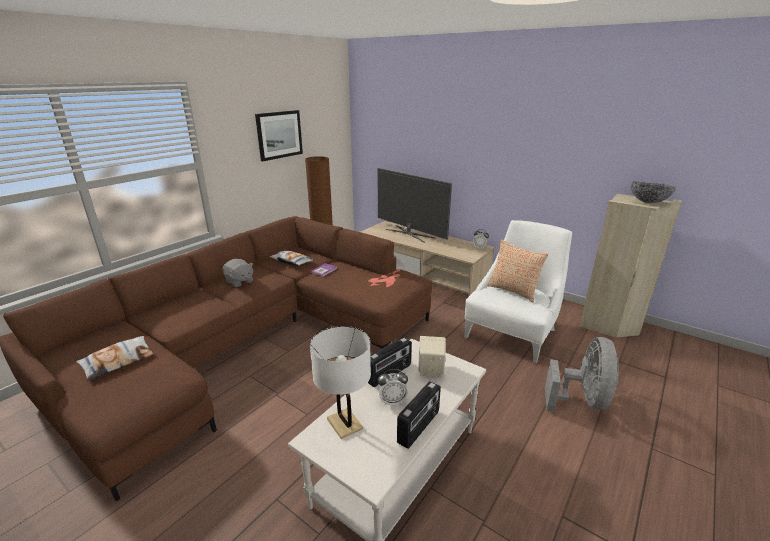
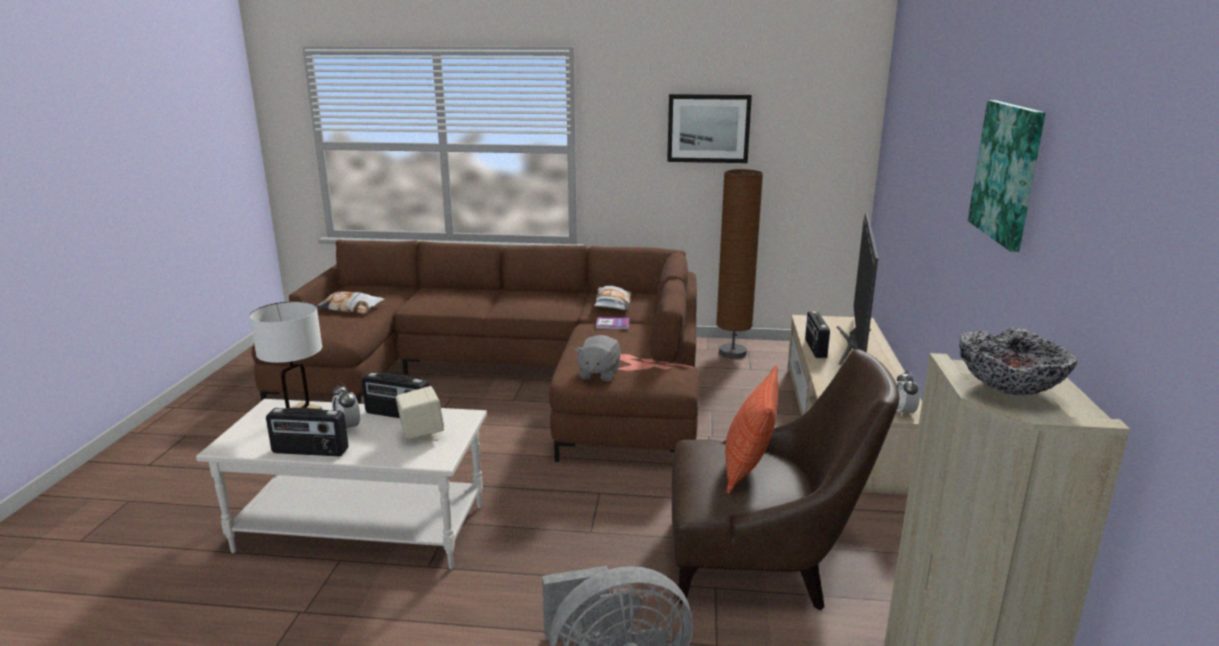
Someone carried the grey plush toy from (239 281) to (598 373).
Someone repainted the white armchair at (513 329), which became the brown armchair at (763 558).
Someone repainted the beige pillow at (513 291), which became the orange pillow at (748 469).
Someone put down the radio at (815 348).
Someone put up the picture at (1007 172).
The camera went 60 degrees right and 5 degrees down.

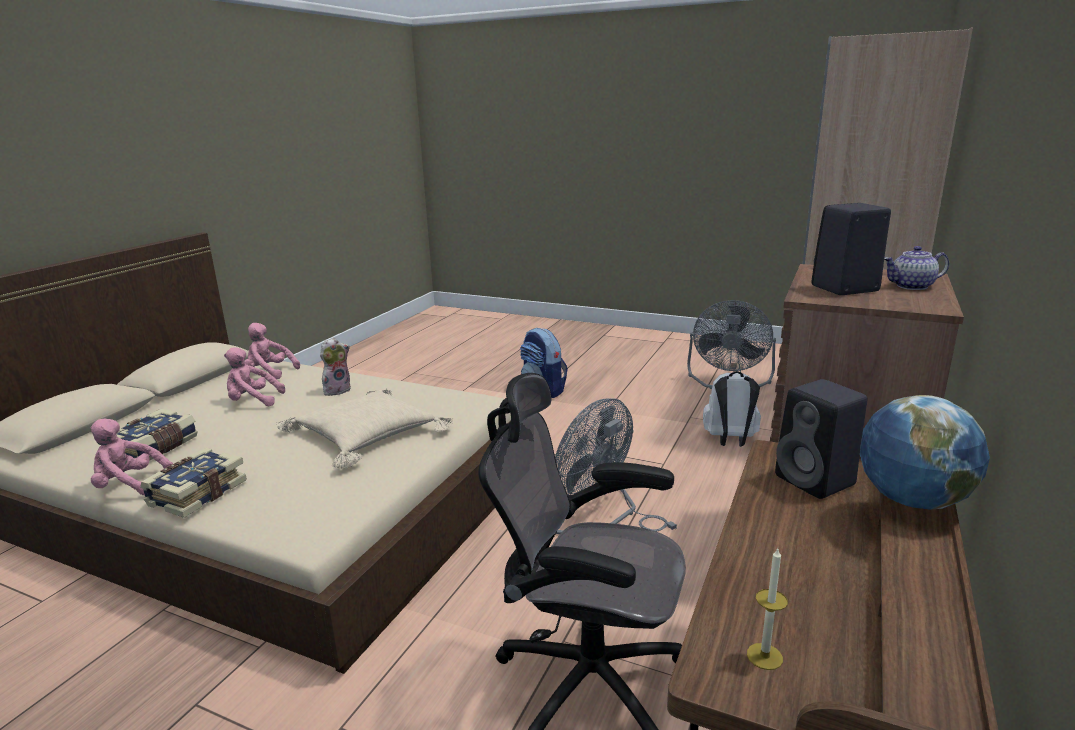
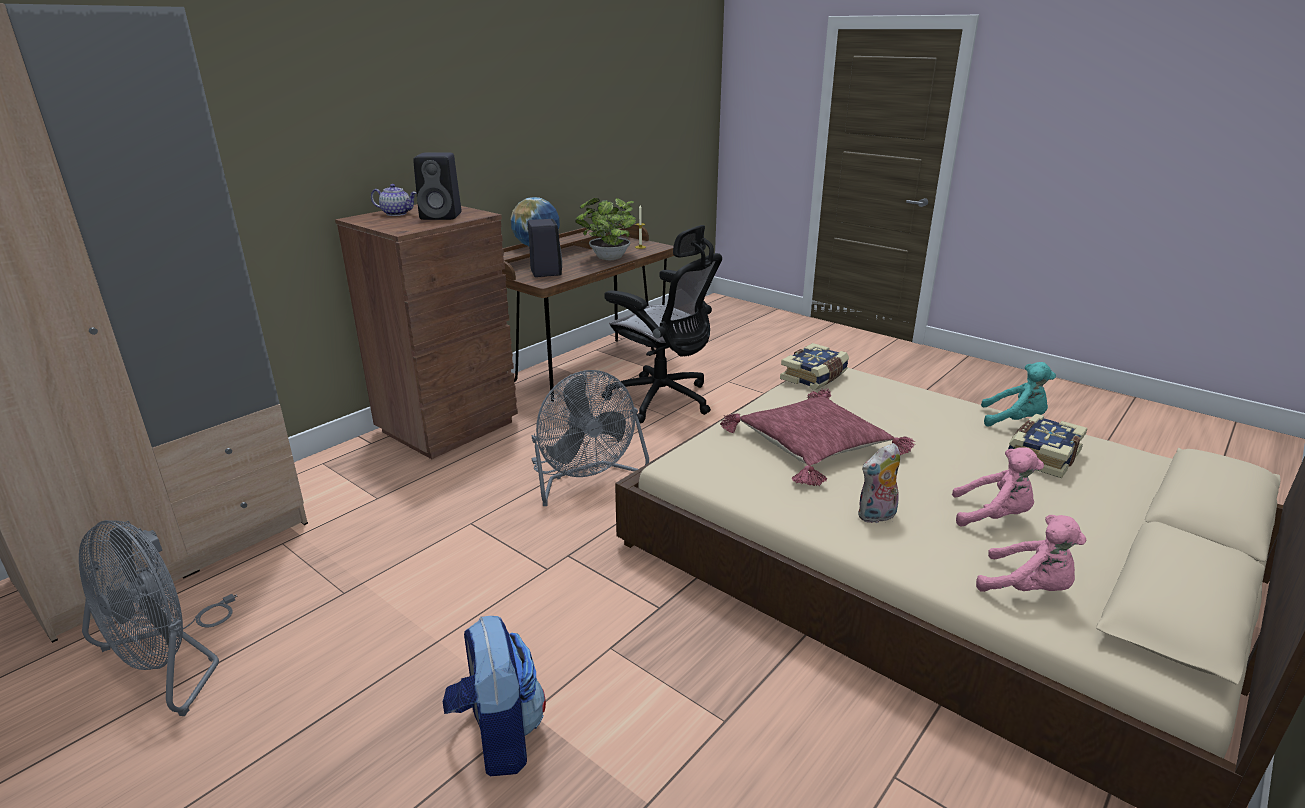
Someone repainted the pink plush toy at (130 485), which became the turquoise plush toy at (1014 420).
Someone carried the book from (196 493) to (815 377).
Someone repainted the beige pillow at (366 432), which became the red pillow at (813 441).
Someone took away the white backpack at (730 441).
Someone put down the potted plant at (608 259).
The camera went 165 degrees left and 5 degrees up.

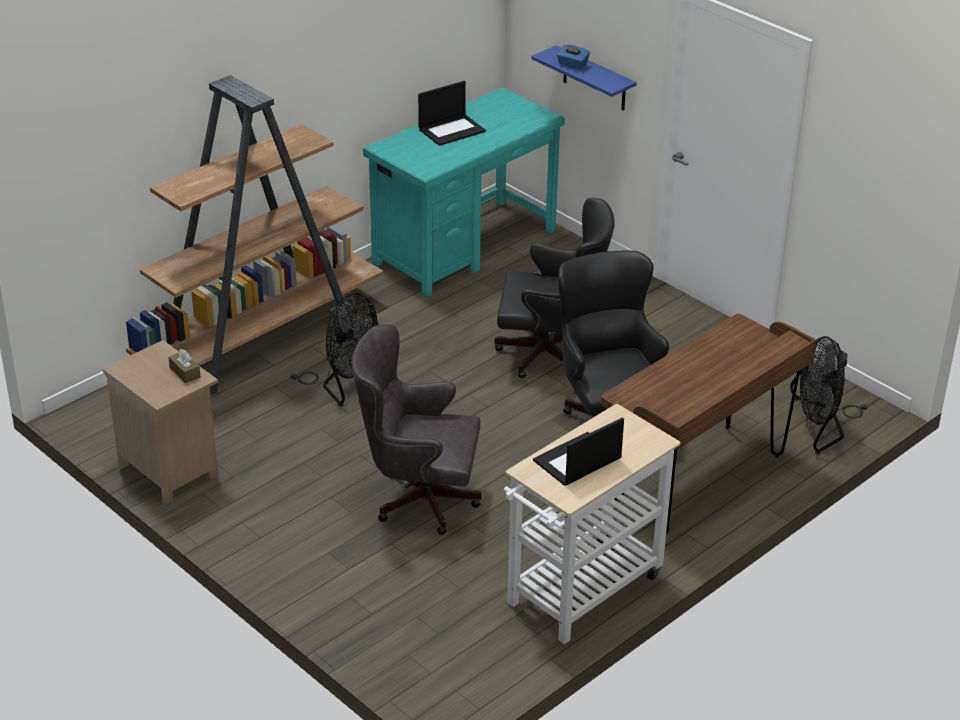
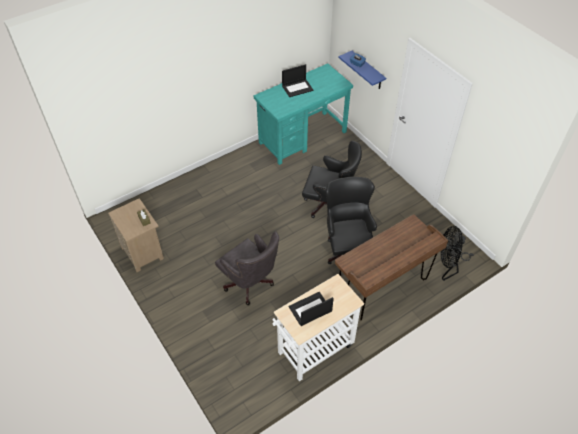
Someone took away the brown bookcase at (261 340).
Someone took away the black fan at (344 379).
Someone rotated the grey office chair at (419 501) by 150 degrees counterclockwise.
The camera went 10 degrees right and 15 degrees up.

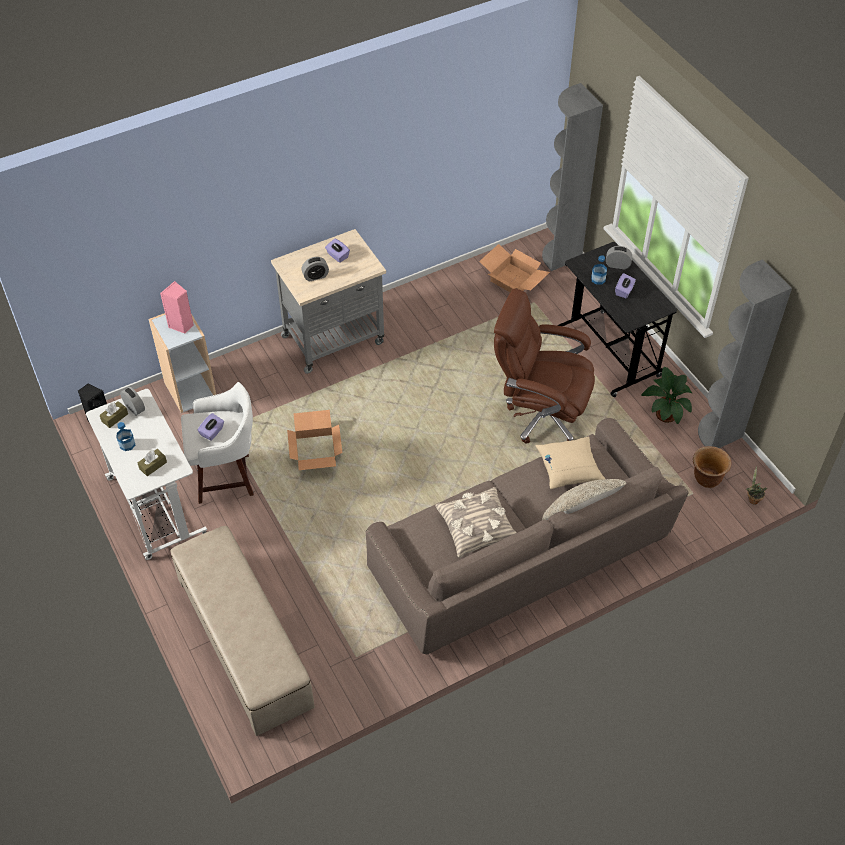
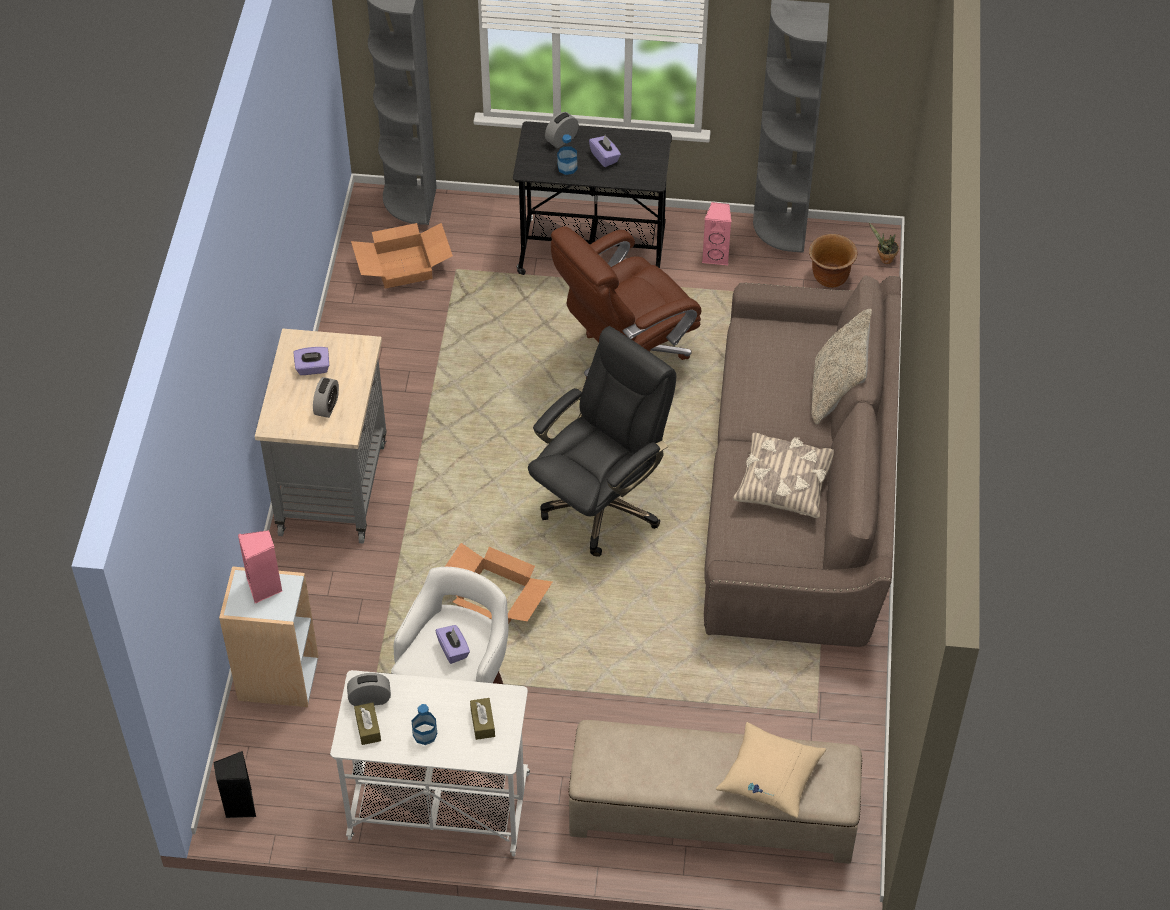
Someone carried the beige pillow from (569 469) to (770 777).
Someone swapped the potted plant at (665 412) for the pink speaker at (716 256).
Someone put down the black office chair at (600 509).
The camera went 55 degrees left and 0 degrees up.

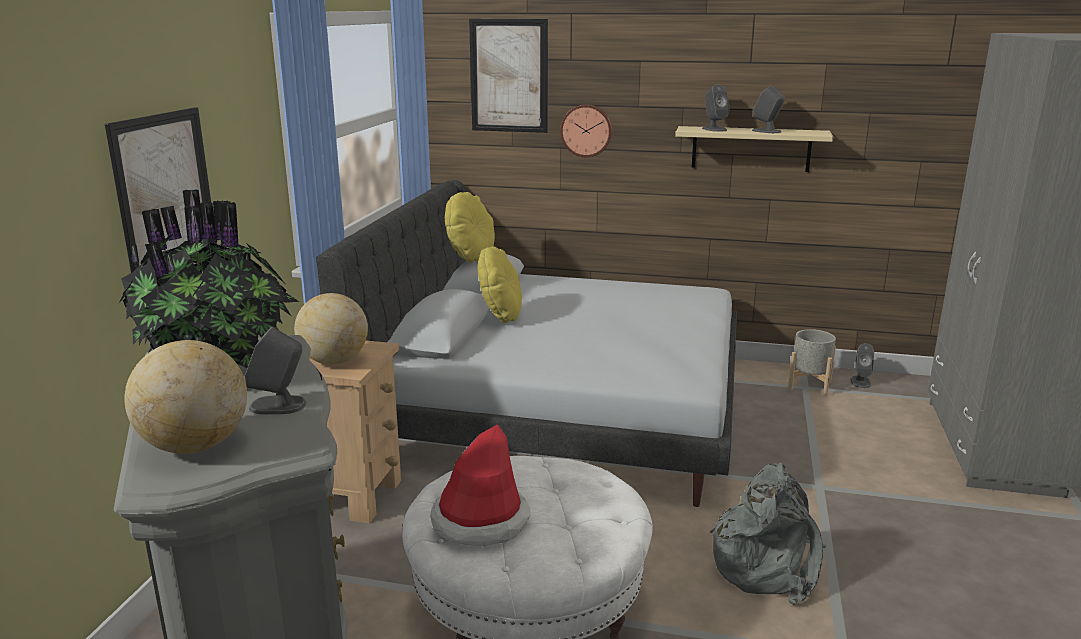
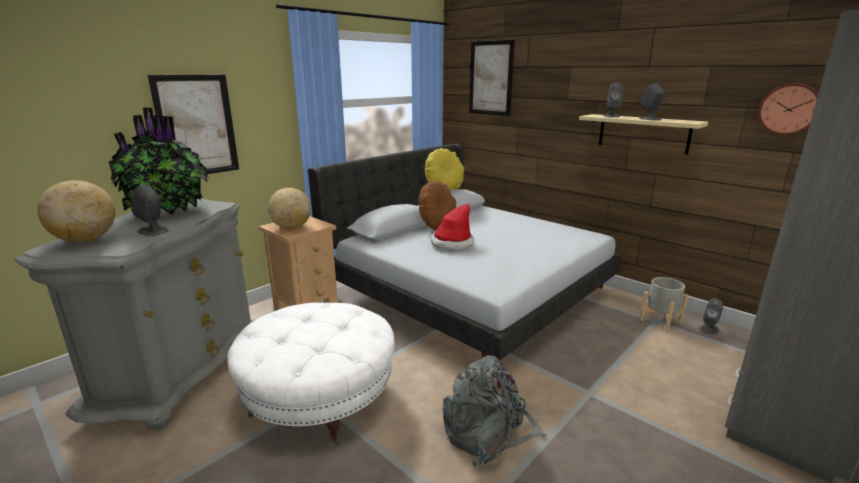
Someone carried the hat from (480 521) to (452 244).
Someone repainted the yellow pillow at (500 317), which became the brown pillow at (437 226).
Someone carried the wall clock from (586 130) to (789 109).
The camera went 30 degrees right and 0 degrees up.

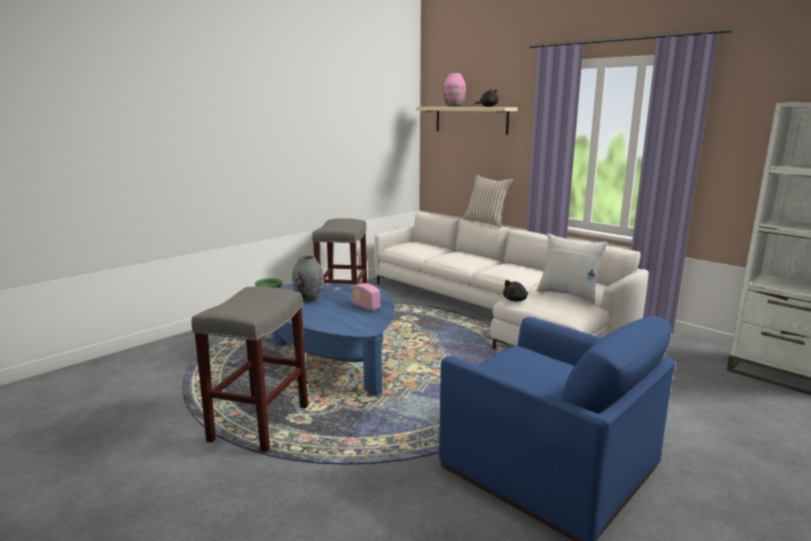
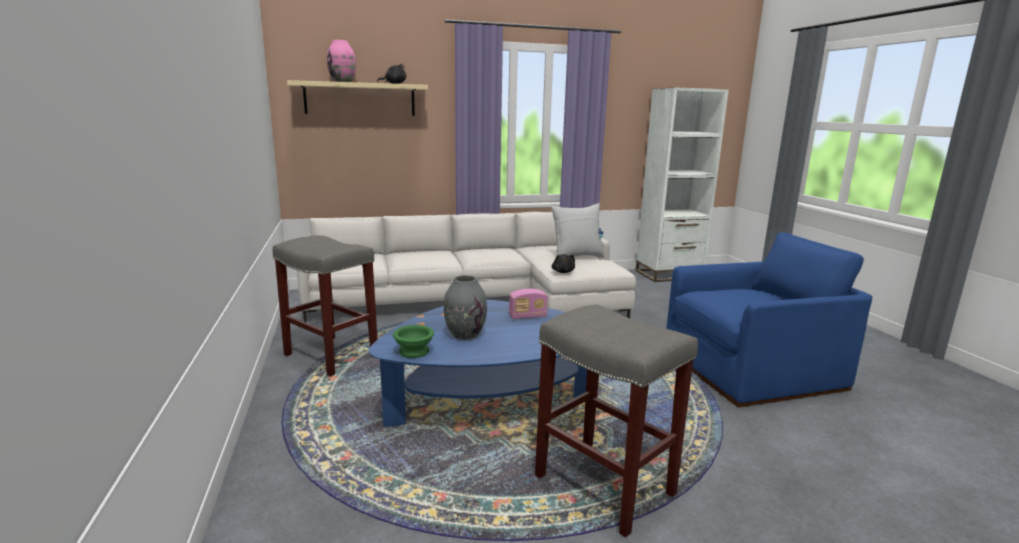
Someone took away the beige pillow at (486 222).
The camera went 60 degrees left and 0 degrees up.

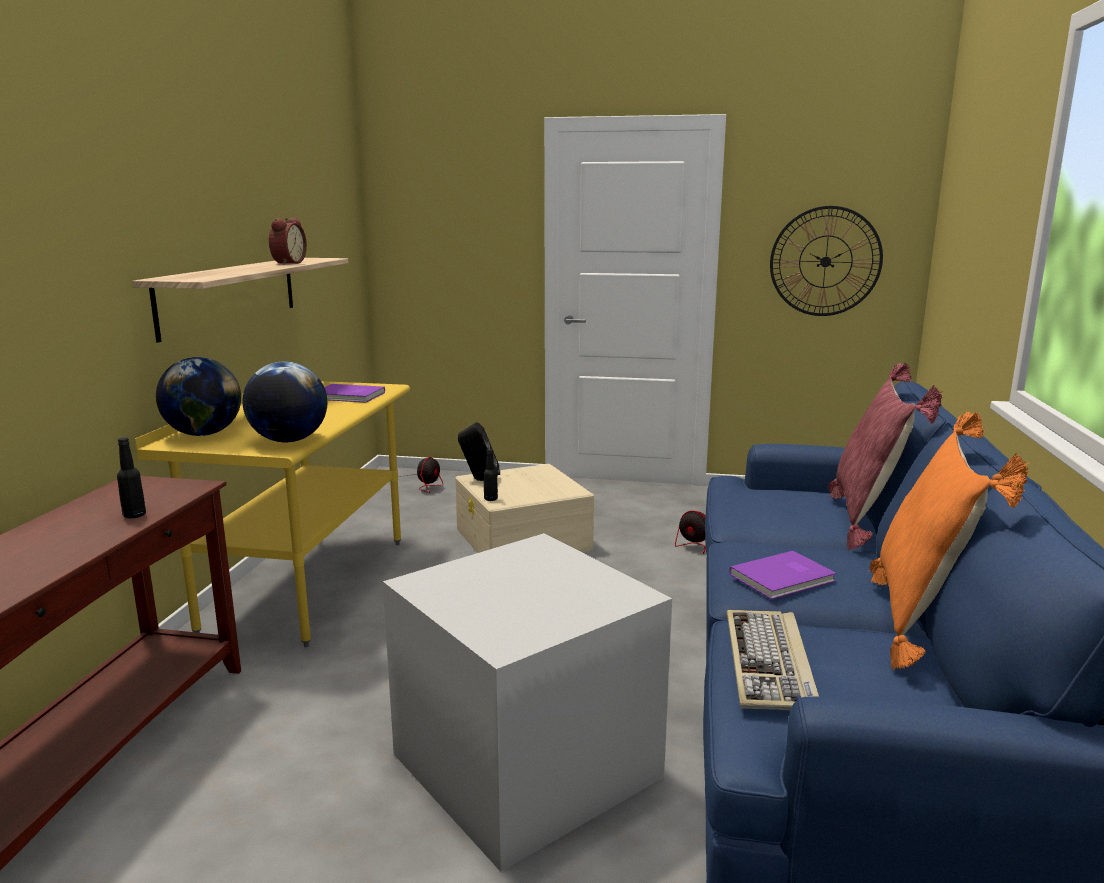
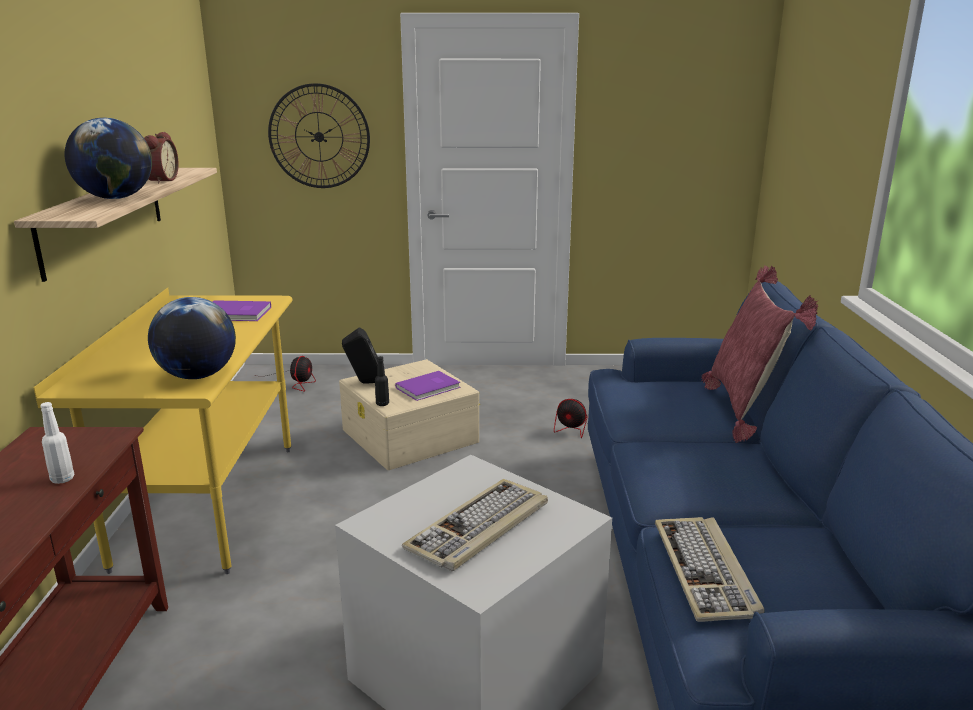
Someone repainted the black bottle at (134 515), which became the white bottle at (62 479).
Someone carried the globe from (203 434) to (115 198).
Someone carried the purple book from (784 578) to (429 388).
Someone carried the wall clock from (825 261) to (319 136).
Someone took away the orange pillow at (923 630).
Someone put down the keyboard at (479 528).
The camera went 10 degrees left and 5 degrees up.

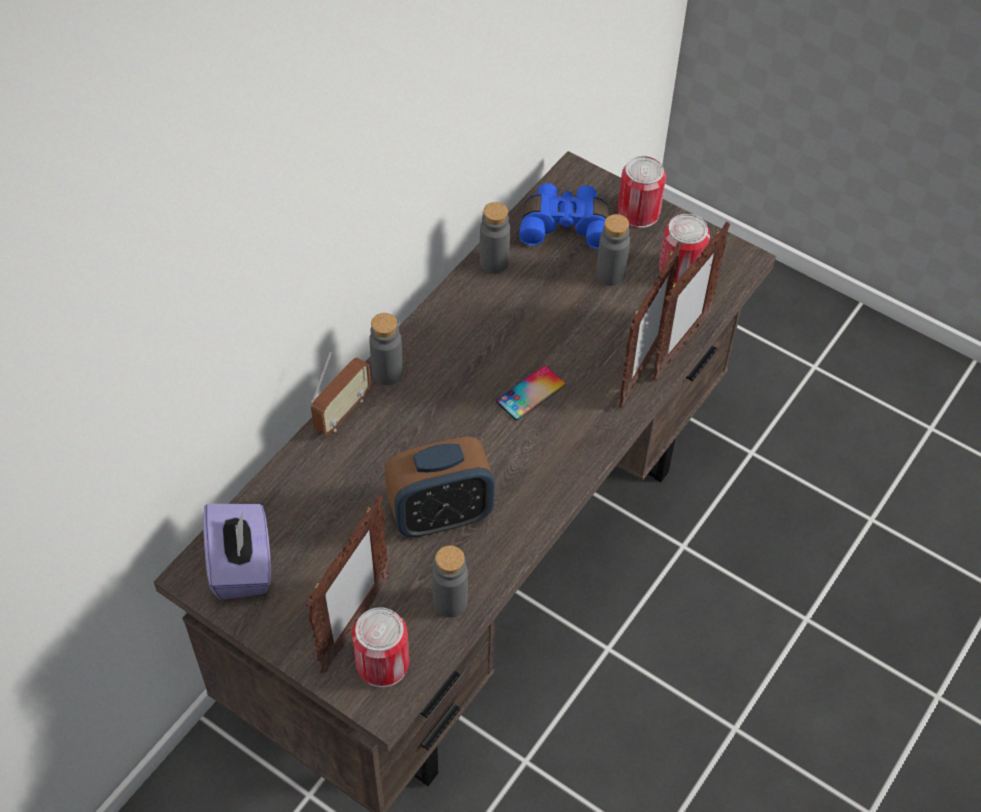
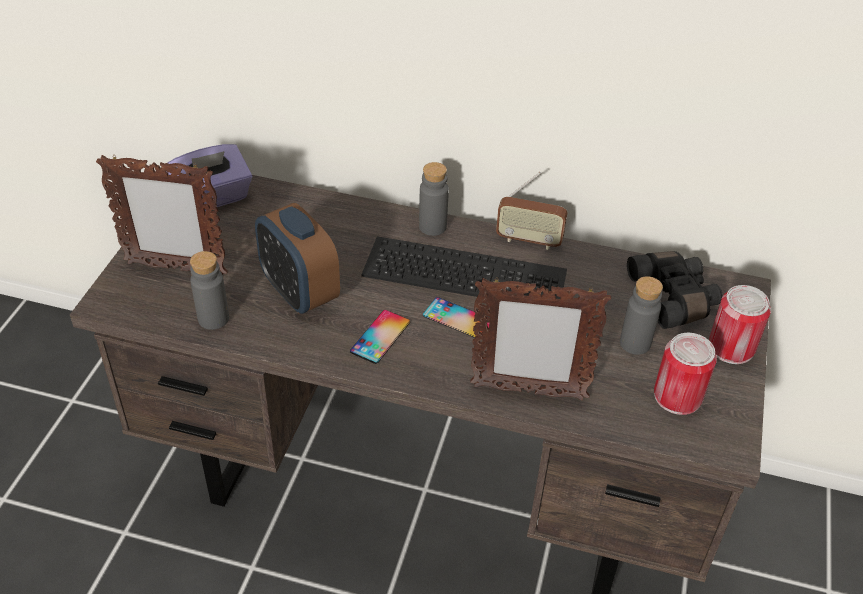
Someone carried the radio from (342 412) to (529 240).
Someone took away the can at (382 663).
Someone took away the grey bottle at (494 263).
Someone repainted the blue binoculars at (565 224), which became the black binoculars at (675 297).
Someone took away the picture frame at (680 348).
Someone put down the phone at (380 337).
Someone put down the keyboard at (467 271).
The camera went 70 degrees right and 10 degrees down.

